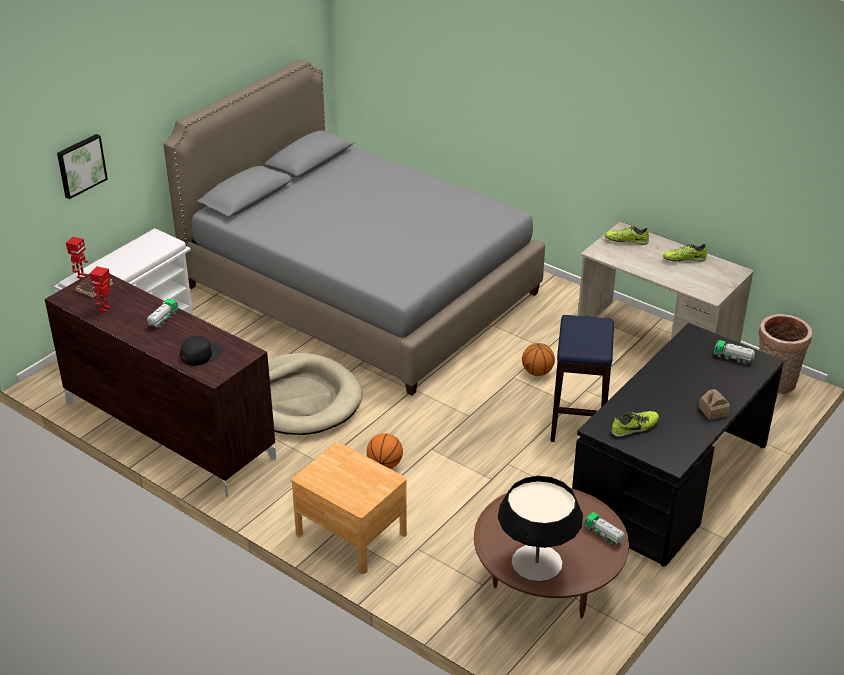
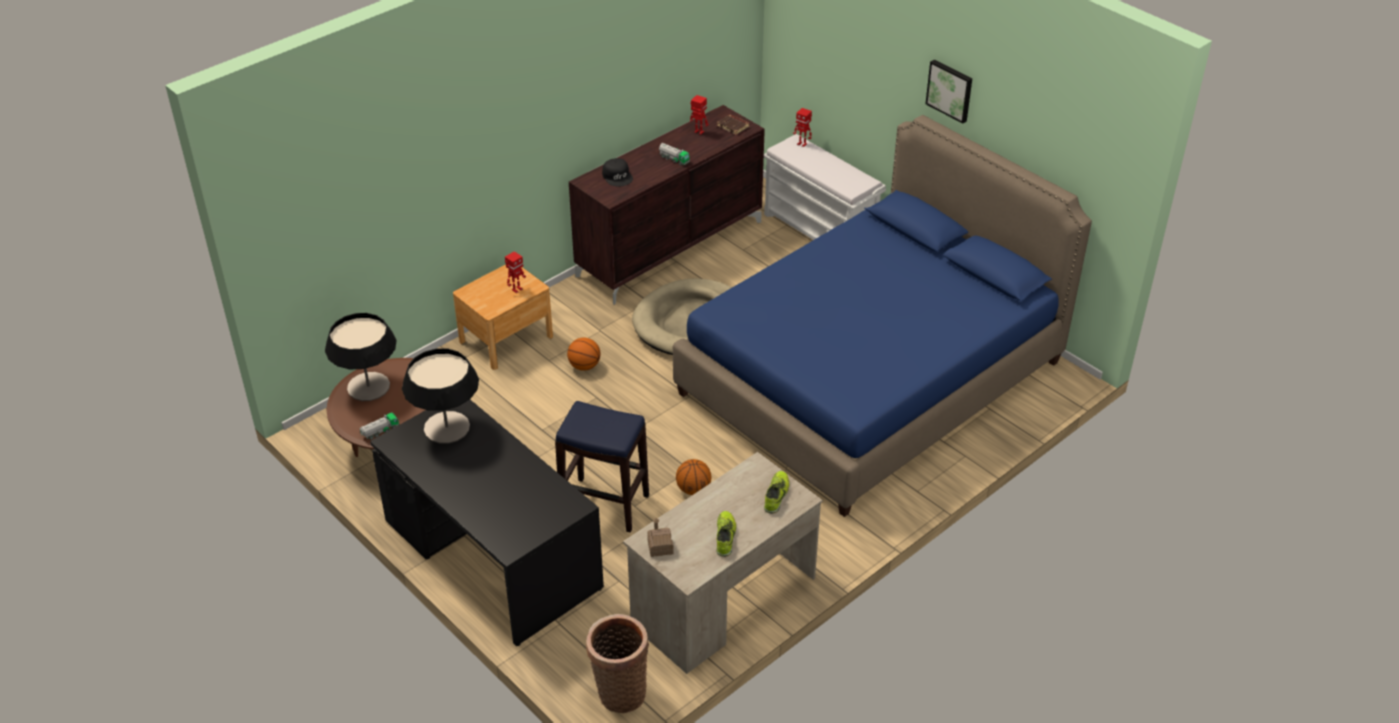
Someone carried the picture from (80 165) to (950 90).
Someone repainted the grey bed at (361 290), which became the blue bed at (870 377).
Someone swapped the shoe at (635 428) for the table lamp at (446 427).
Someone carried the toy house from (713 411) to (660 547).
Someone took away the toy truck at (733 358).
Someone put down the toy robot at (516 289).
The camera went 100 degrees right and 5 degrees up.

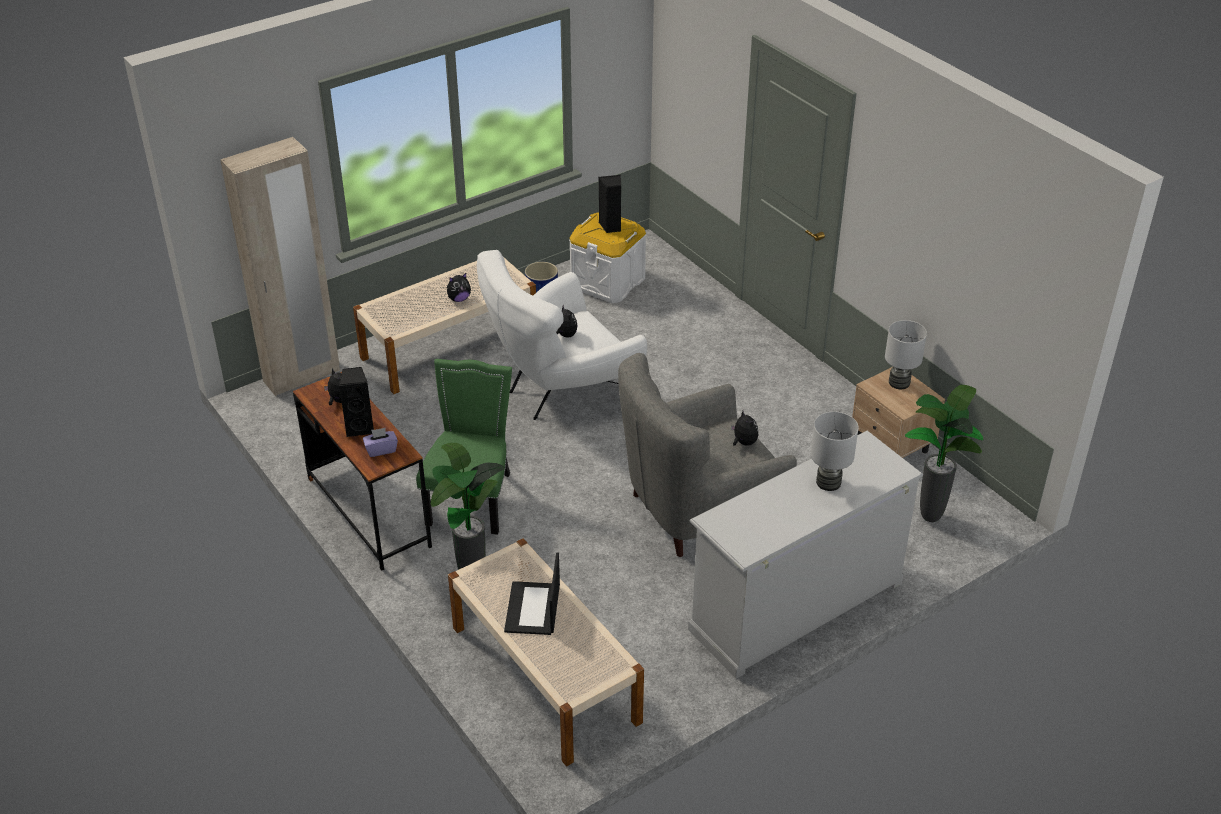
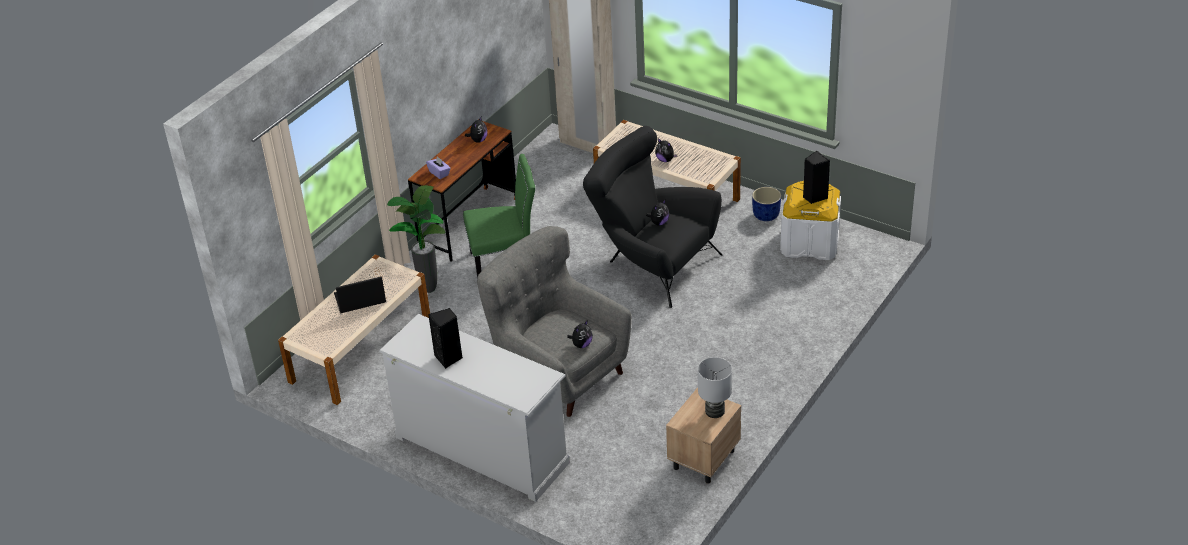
Someone carried the black speaker from (360 427) to (449 358).
Someone repainted the white armchair at (561 390), which became the black armchair at (652 263).
Someone took away the grey table lamp at (828 482).
Someone took away the potted plant at (928 517).
The camera went 70 degrees right and 0 degrees up.

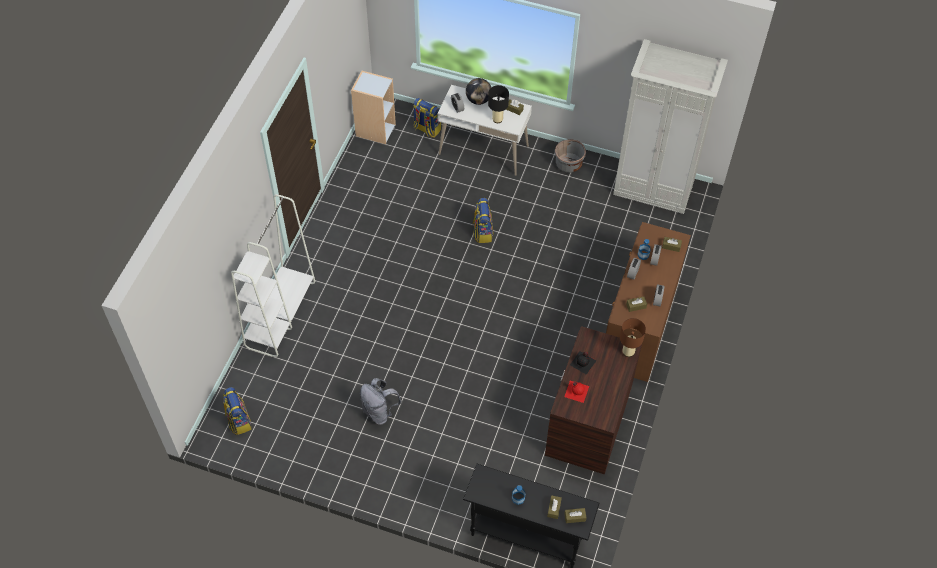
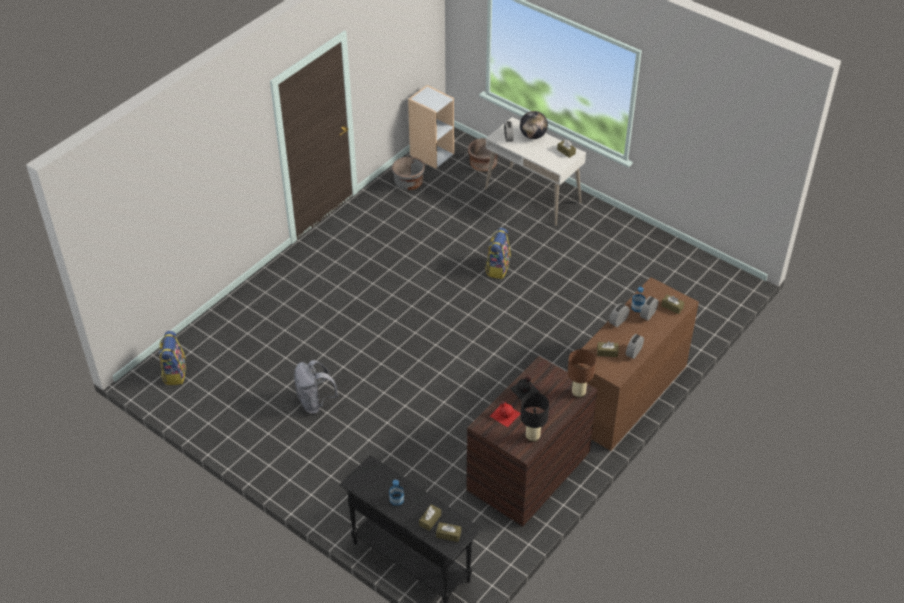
Someone took away the white clothes rack at (281 315).
Someone swapped the backpack at (426 129) for the brown planter at (483 165).
Someone carried the black table lamp from (497 120) to (532 437).
Someone carried the grey planter from (568 164) to (408 183).
Someone took away the white wardrobe at (653 188).
The camera went 20 degrees right and 10 degrees down.

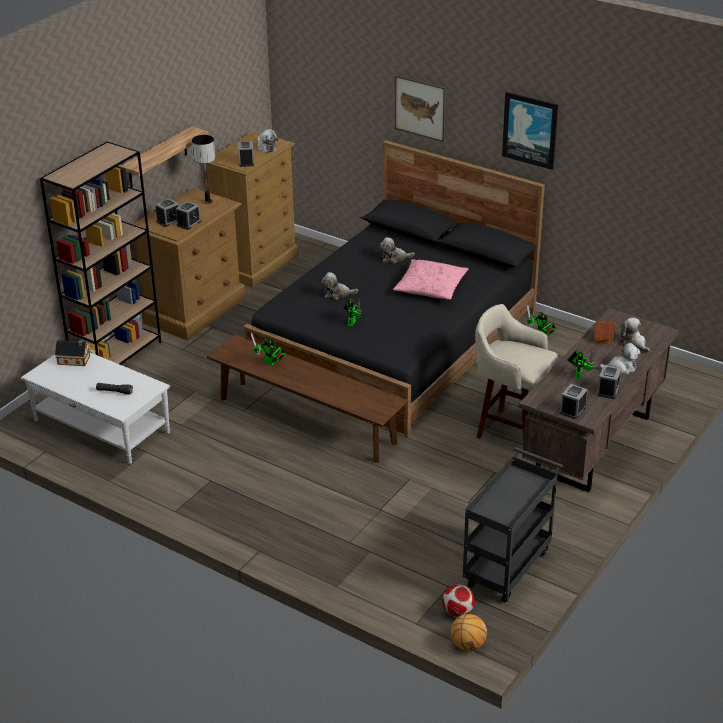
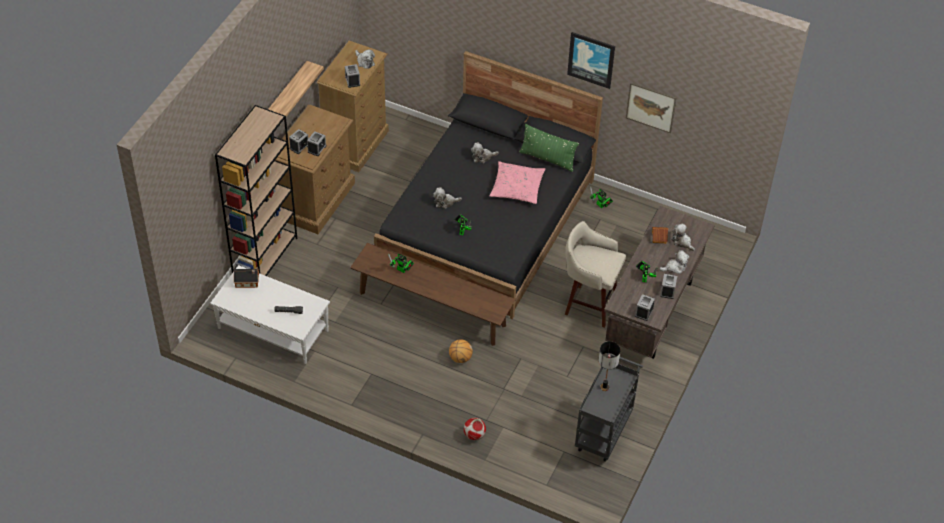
Someone carried the table lamp from (208 201) to (605 387).
Someone carried the picture from (420 108) to (651 107).
Someone carried the football from (457 612) to (474 435).
Someone carried the basketball from (467 645) to (460 358).
Someone put down the green pillow at (547 159).
The camera went 10 degrees left and 15 degrees up.

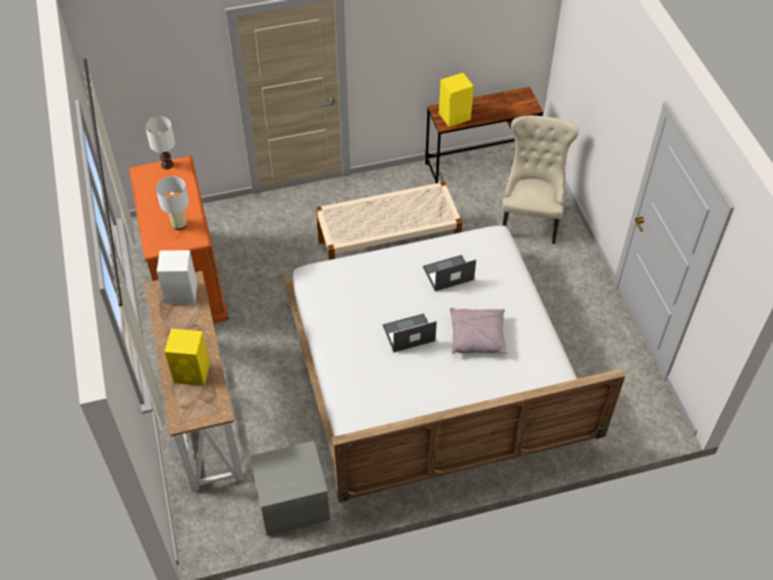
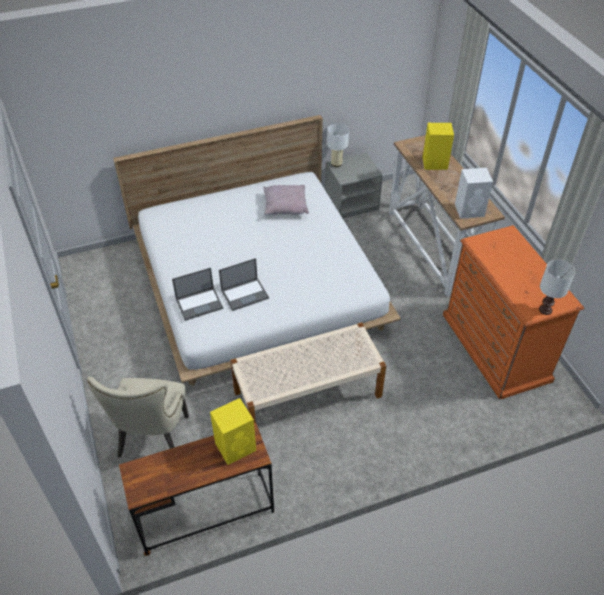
Someone carried the white table lamp from (180 225) to (336 164).
Someone carried the laptop from (408 333) to (199 303).
Someone carried the purple pillow from (477 336) to (285 206).
The camera went 175 degrees right and 5 degrees down.

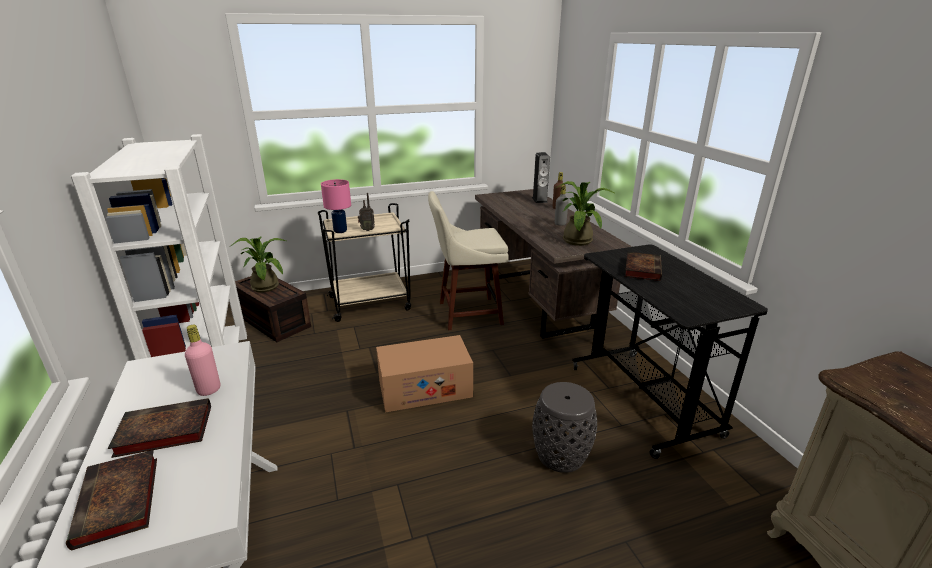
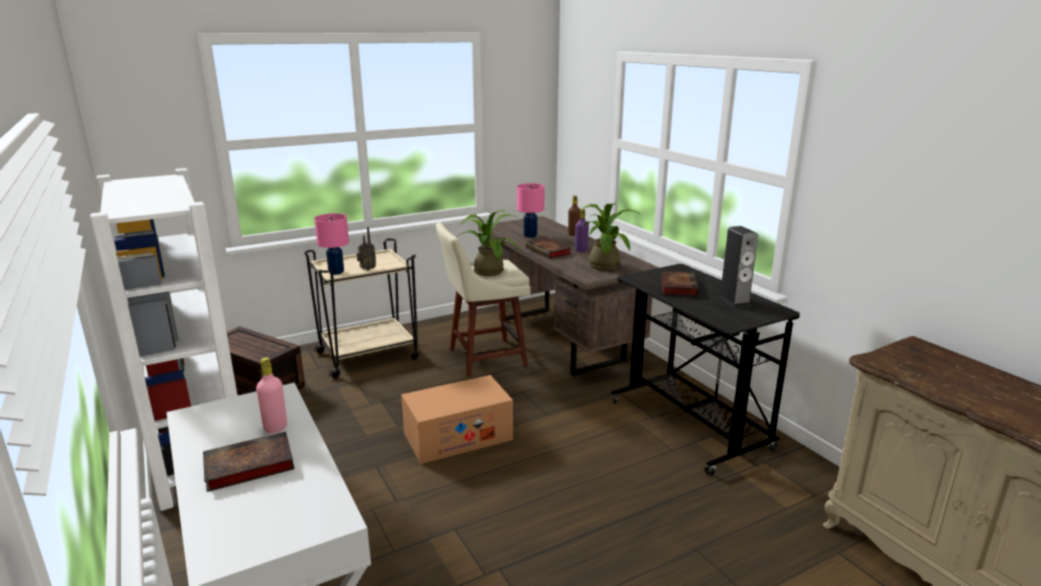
Someone carried the book from (119 503) to (549 251).
Someone carried the potted plant from (265 285) to (487 270).
Someone carried the speaker from (539 200) to (734 301).
Someone took away the grey stool at (560 455).
Someone repainted the grey bottle at (560 224), which became the purple bottle at (581 250).
Someone put down the pink table lamp at (531 236).
The camera went 10 degrees left and 5 degrees down.

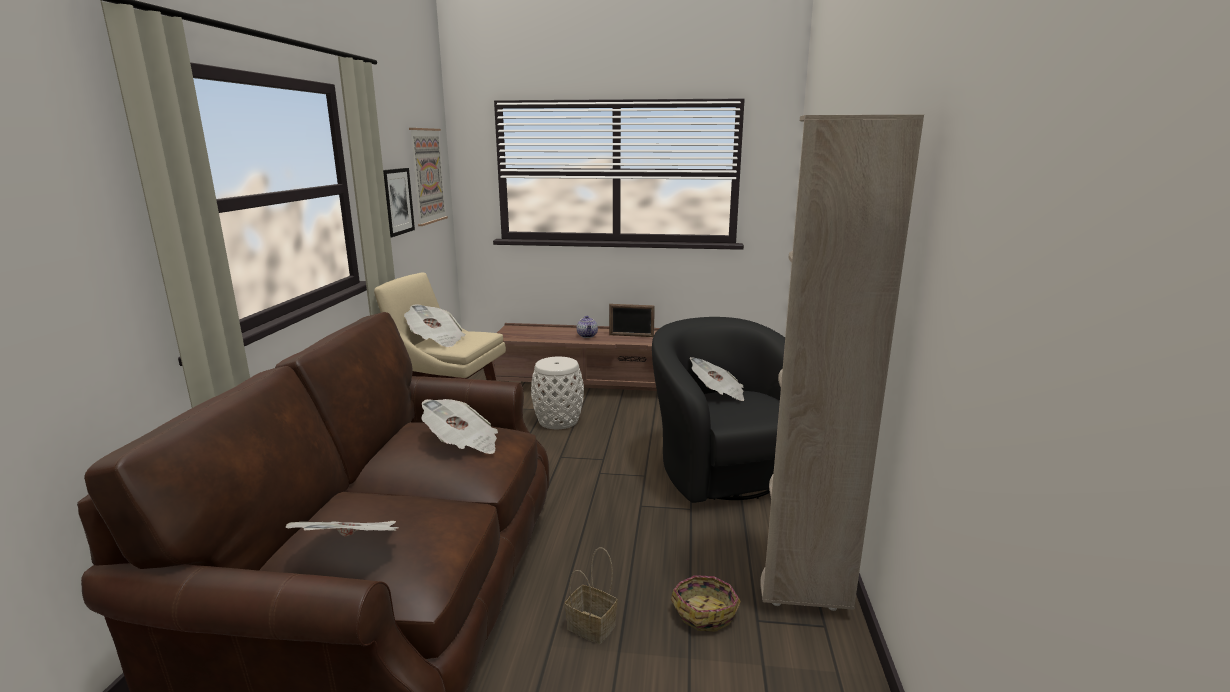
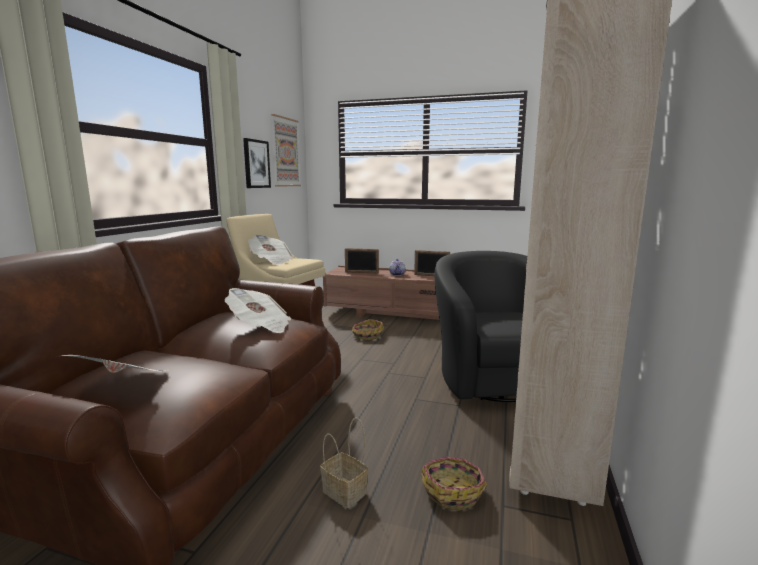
Someone swapped the white stool at (558 421) for the basket at (367 335).
Someone took away the newspaper at (718 393).
Someone put down the picture frame at (361 272).
The camera went 10 degrees right and 5 degrees down.

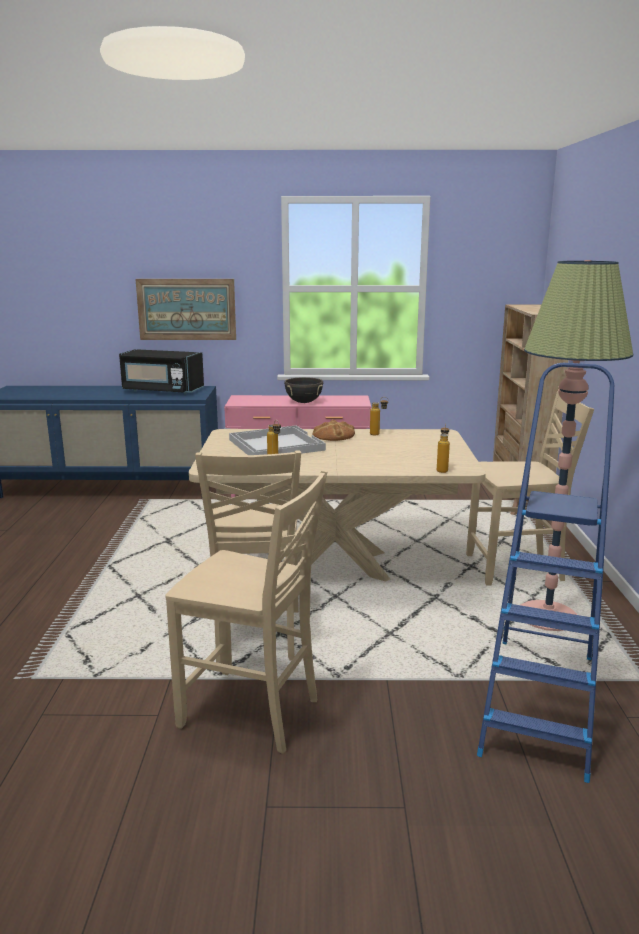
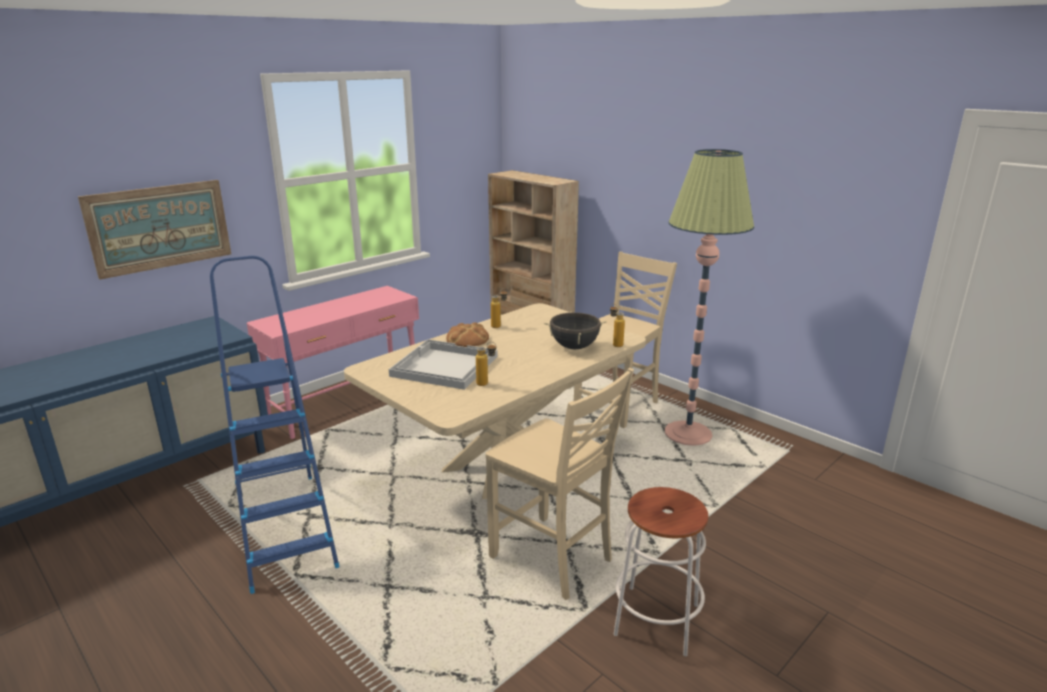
Someone took away the black microwave at (162 391).
Someone swapped the beige chair at (252 712) for the white stool at (656 619).
Someone carried the black cooking pot from (304 402) to (574 347).
Someone carried the blue step ladder from (540 702) to (285 528).
The camera went 45 degrees left and 5 degrees up.

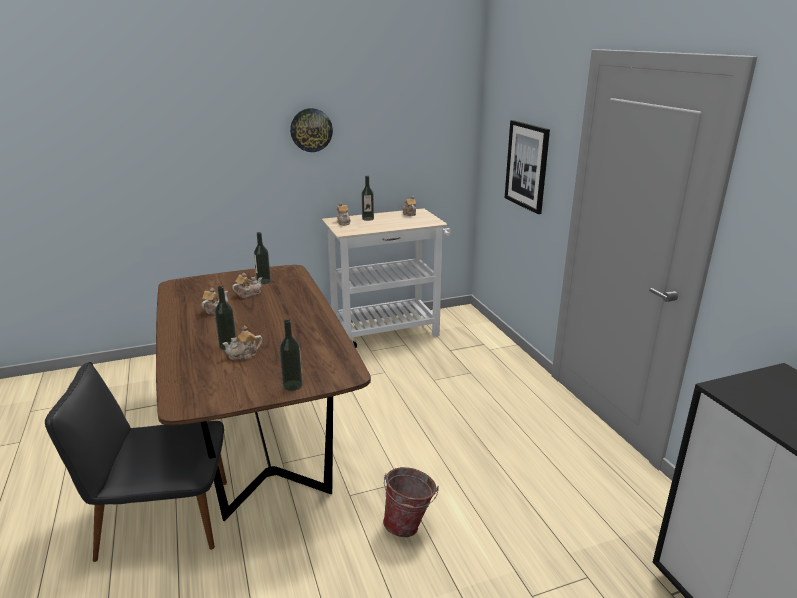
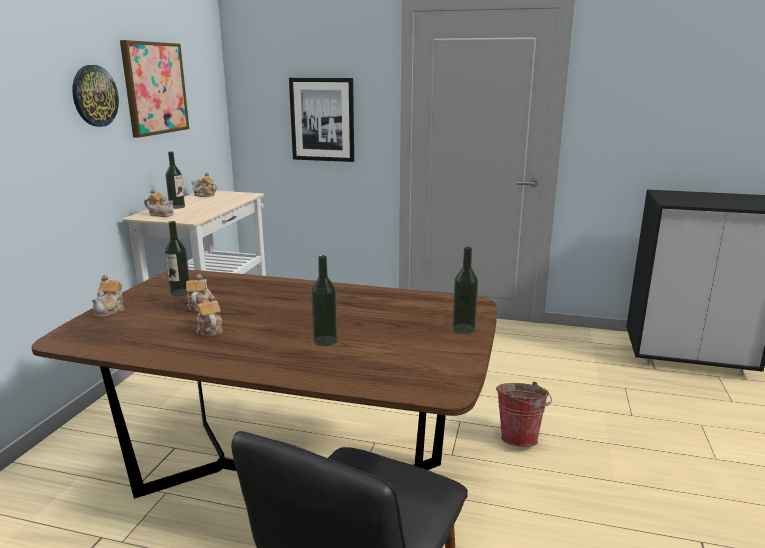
Someone carried the teapot from (244 355) to (110 311).
Someone put up the picture at (155 88).
The camera went 55 degrees left and 5 degrees down.

